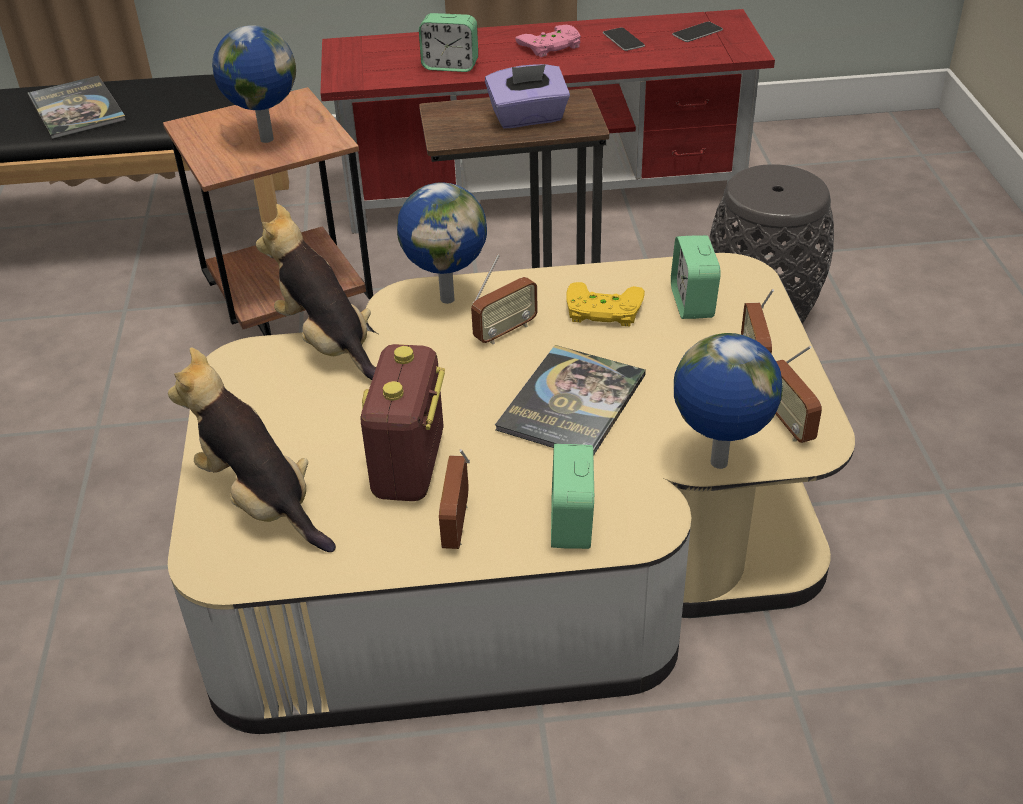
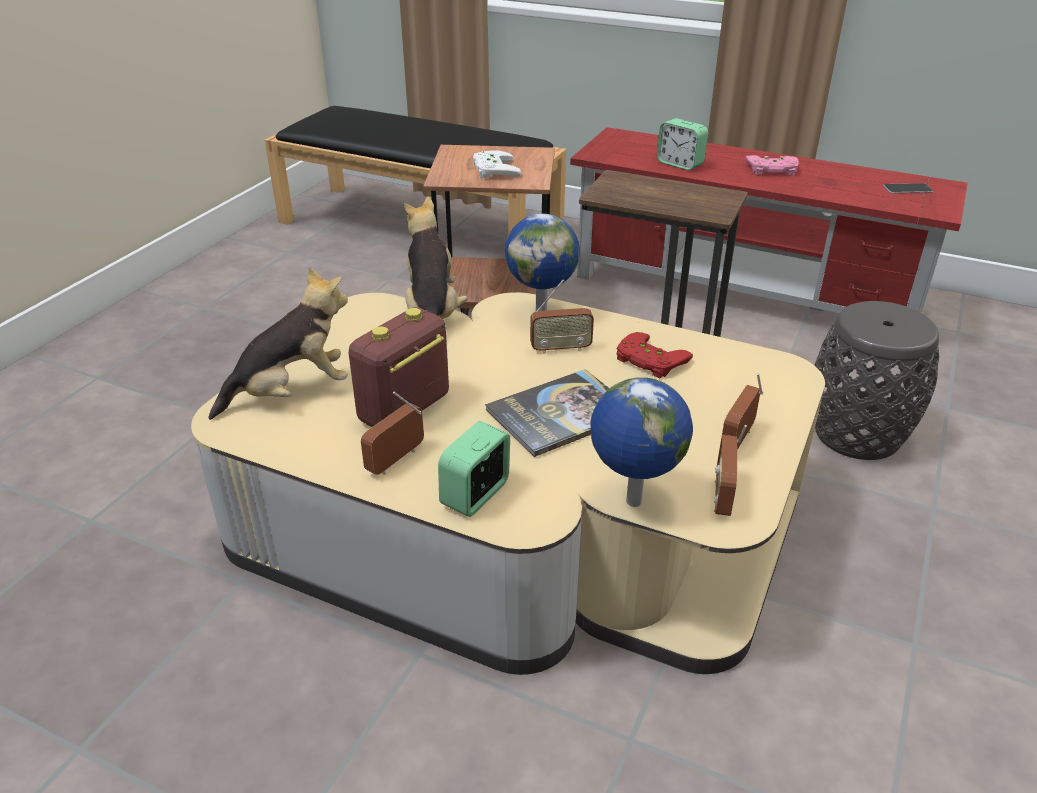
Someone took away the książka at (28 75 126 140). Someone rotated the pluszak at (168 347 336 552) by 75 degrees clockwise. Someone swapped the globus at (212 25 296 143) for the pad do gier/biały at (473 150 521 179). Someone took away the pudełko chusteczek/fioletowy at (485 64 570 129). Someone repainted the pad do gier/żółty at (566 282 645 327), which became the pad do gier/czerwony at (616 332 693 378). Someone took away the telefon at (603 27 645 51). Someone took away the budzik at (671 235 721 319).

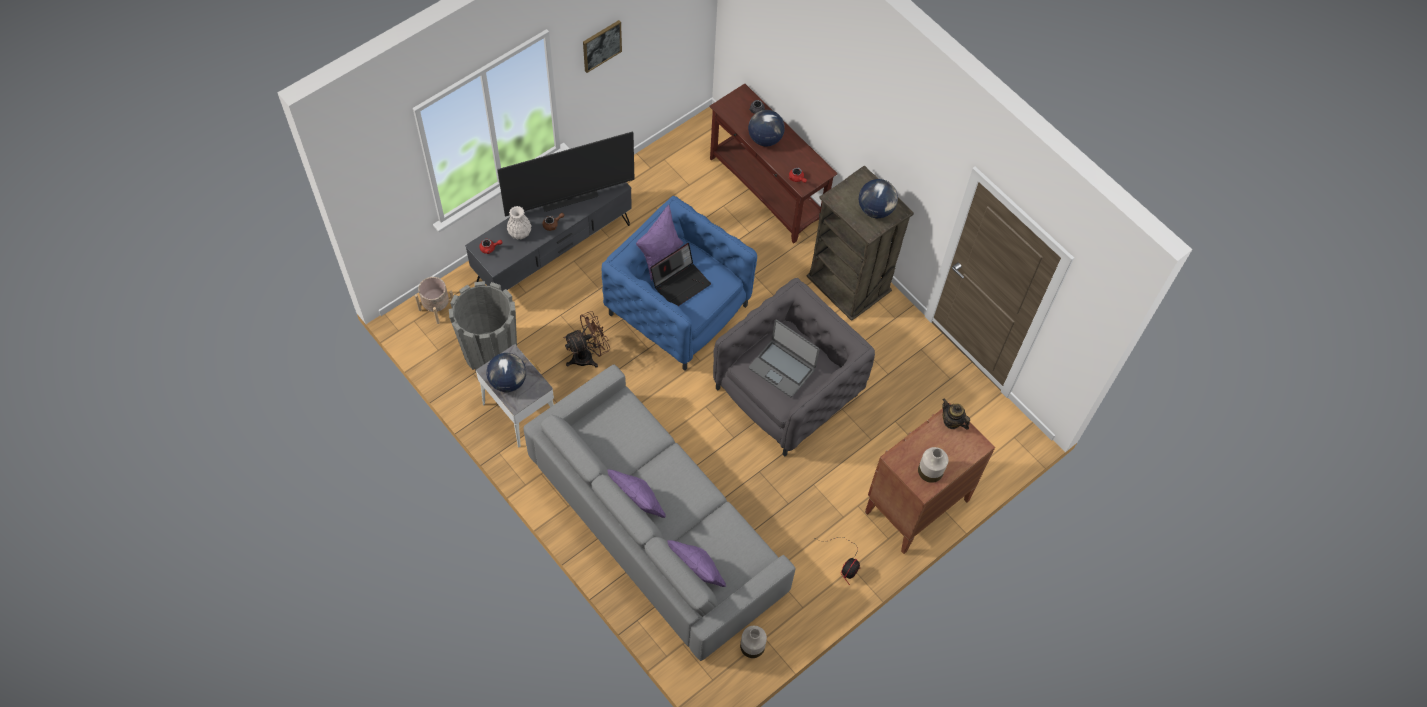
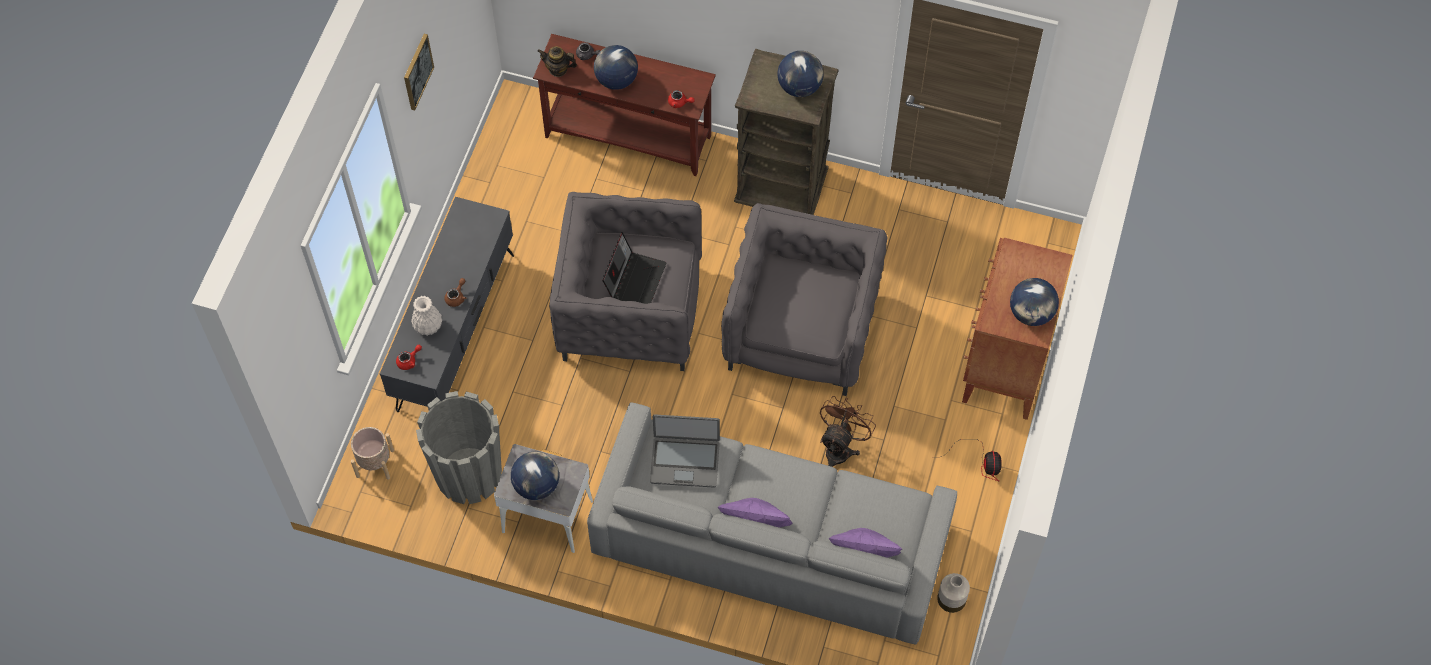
Someone took away the telewizor at (497 132 634 216). Someone carried the wentylator/brązowy from (564 311 610 368) to (820 396 876 467). Someone repainted the fotel/niebieski at (602 196 757 371), which became the fotel/szary at (549 192 702 371). Someone took away the poduszka/fioletowy at (636 205 683 281). Someone carried the laptop from (749 320 820 397) to (650 415 720 488). Someone swapped the wazon/beżowy at (918 447 948 483) for the globus at (1010 278 1059 326). Someone carried the imbryk from (942 398 970 430) to (537 46 577 77).

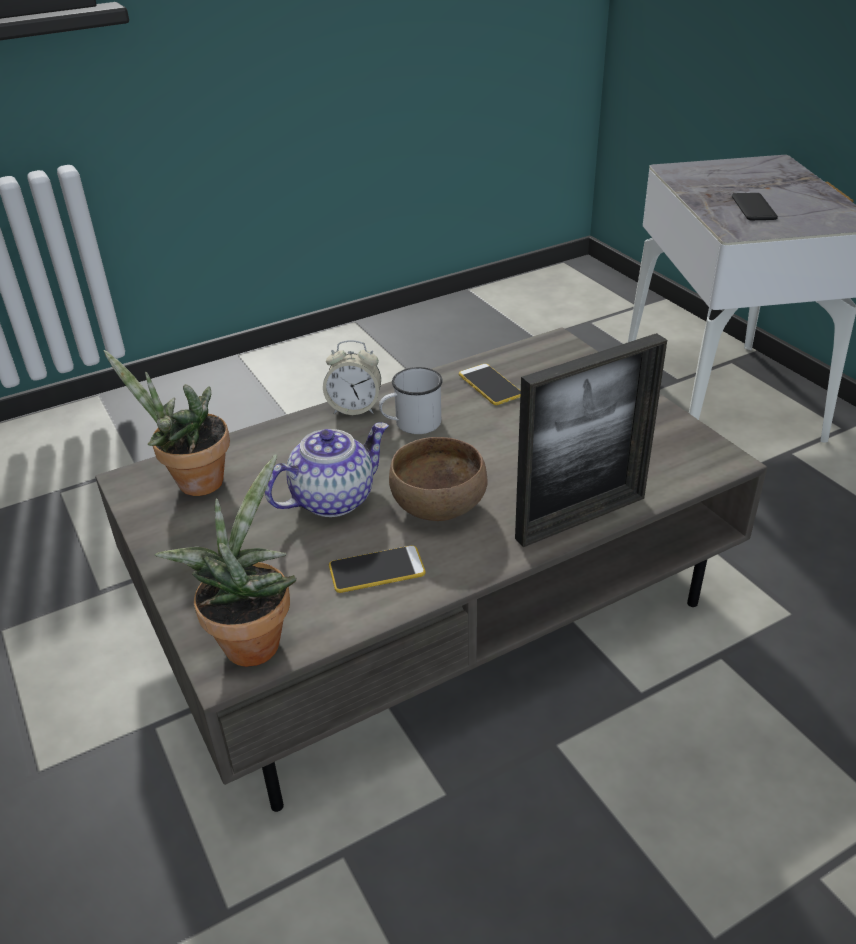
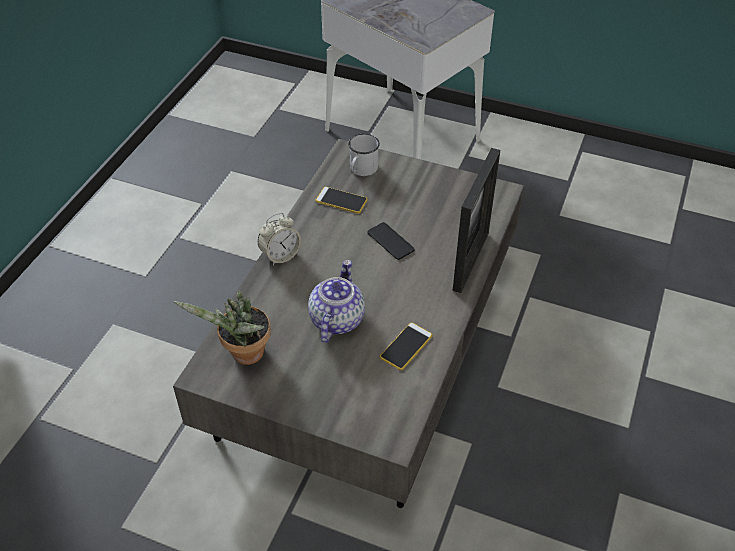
Someone took away the roślina doniczkowa at (154 454 296 667). Someone carried the kubek/biały from (379 367 443 434) to (348 134 380 176). Someone took away the miska/brązowy at (389 437 488 521). Someone carried the telefon from (732 193 778 220) to (367 222 415 260).

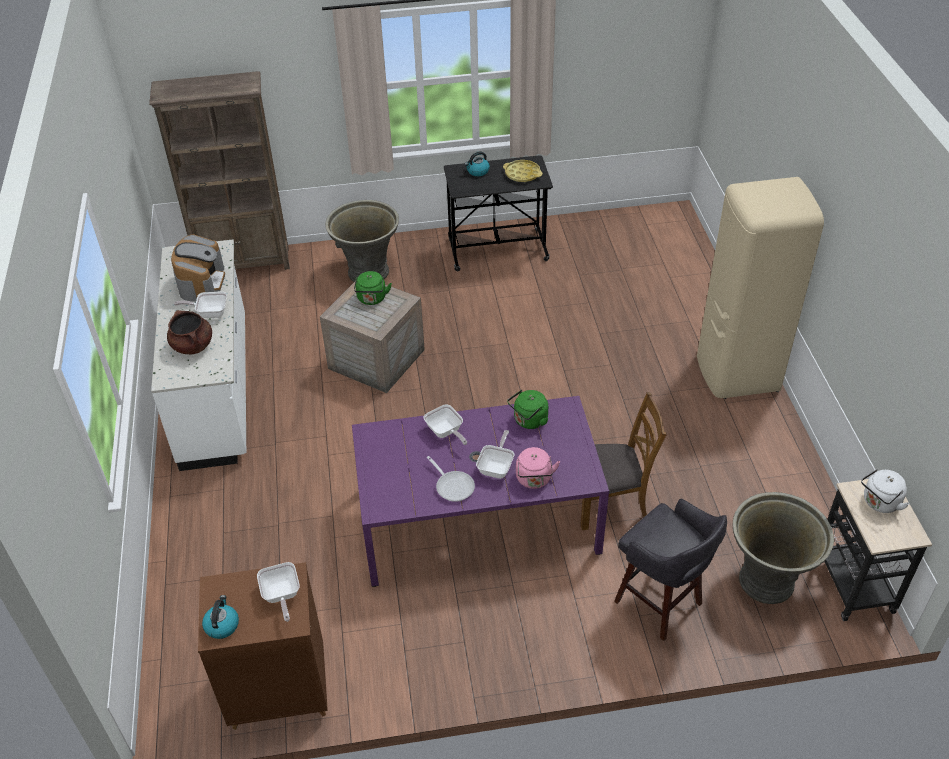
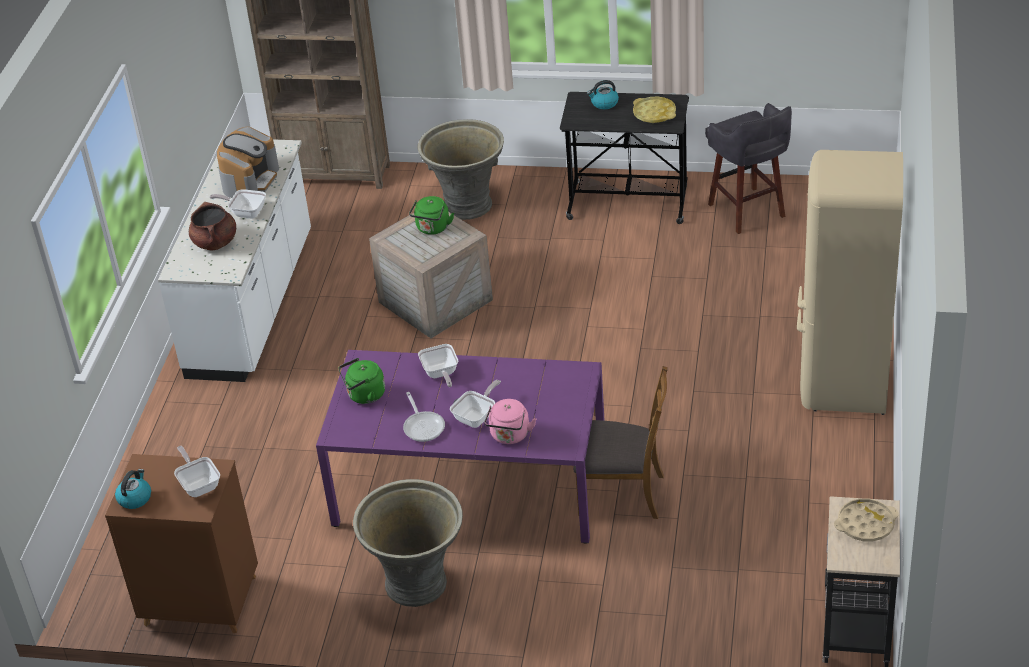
Someone rotated the patelnia at (257 562 300 622) by 150 degrees clockwise. Someone carried the czajnik/zielony from (507 390 548 429) to (338 358 385 404). Someone carried the stołek/szary from (614 499 727 641) to (705 103 792 234). Someone carried the donica/szary from (733 492 834 604) to (353 479 463 607). Someone swapped the czajnik/biały at (861 469 910 513) for the taca/beżowy at (834 499 898 541).

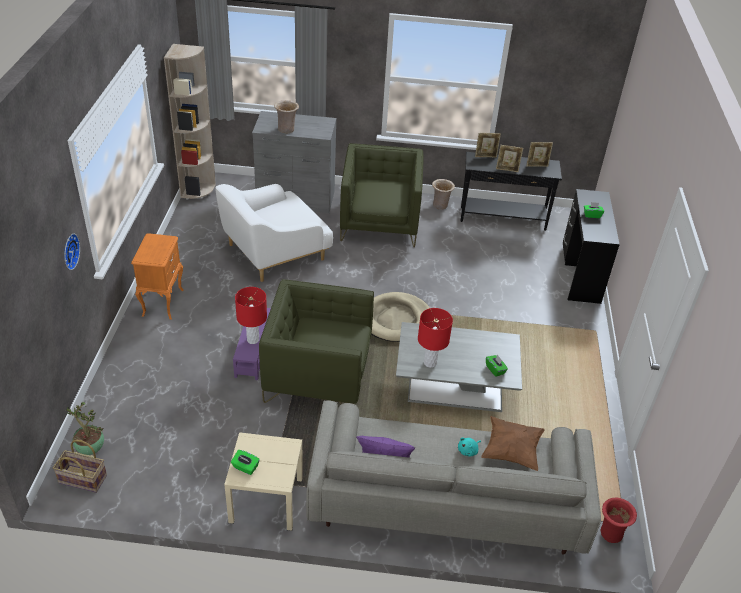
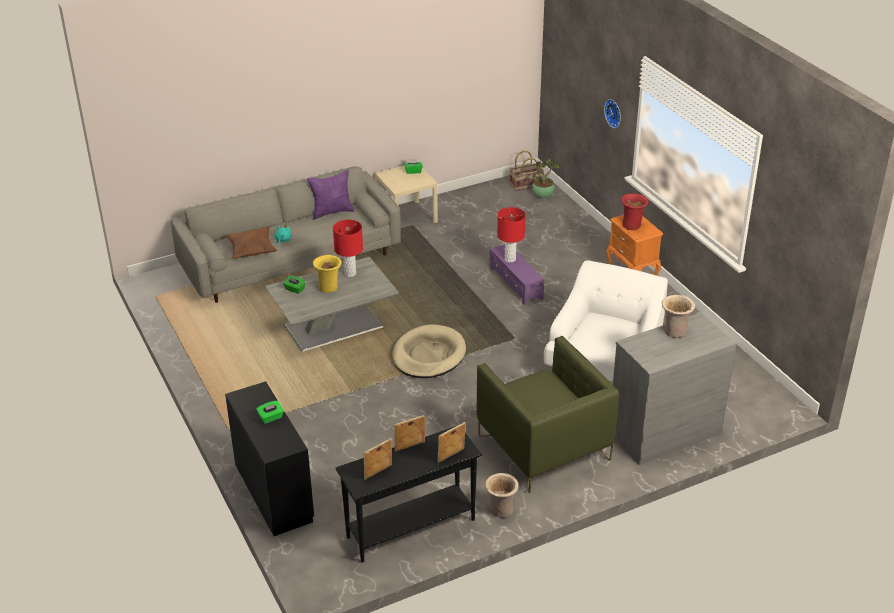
Someone took away the regał/beżowy at (164 44 216 200). Someone took away the fotel/zielony at (259 279 374 404). Someone carried the wazon/czerwony from (601 498 637 543) to (621 193 648 230). Someone put down the wazon/żółty at (313 255 342 293).

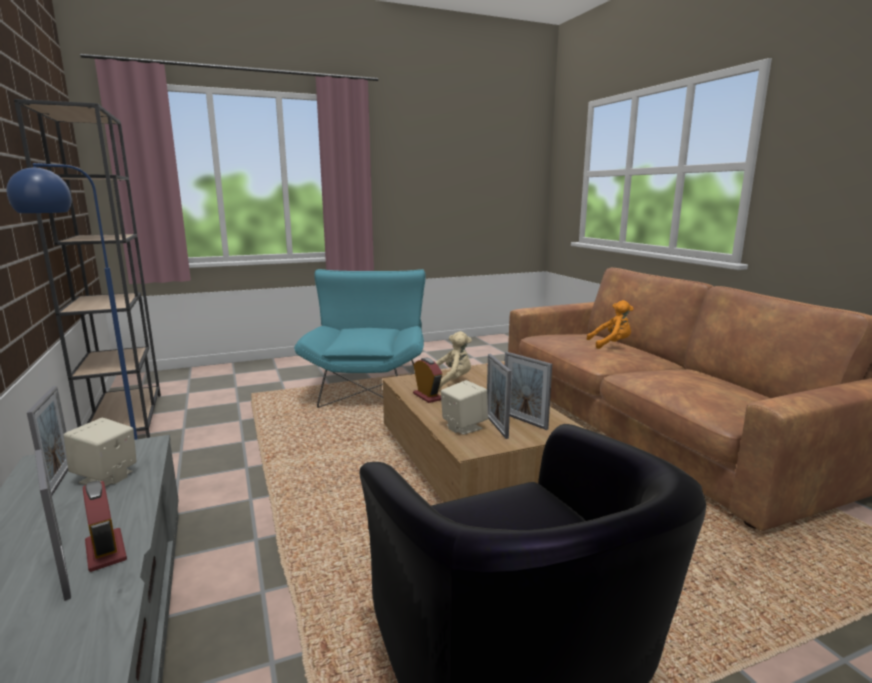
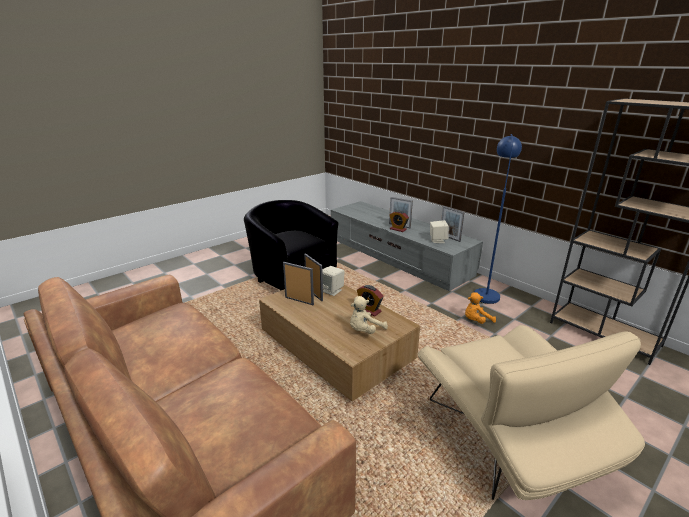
Someone repainted the fotel/turkusowy at (294 269 426 408), which became the fotel/beżowy at (418 325 645 500). Someone carried the pluszak/pomarańczowy from (587 300 634 349) to (465 292 496 324).

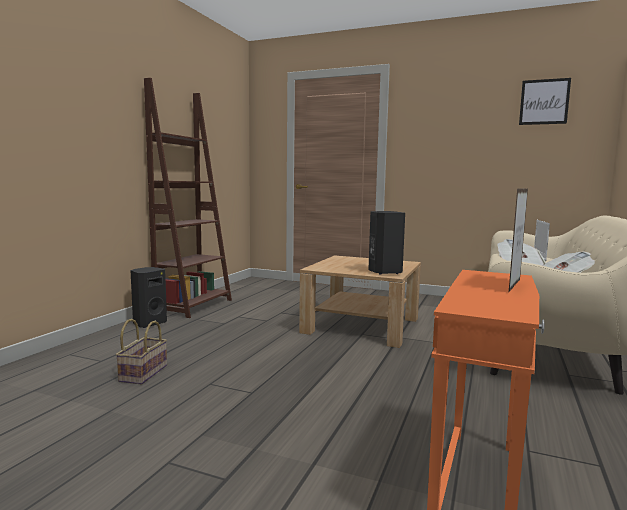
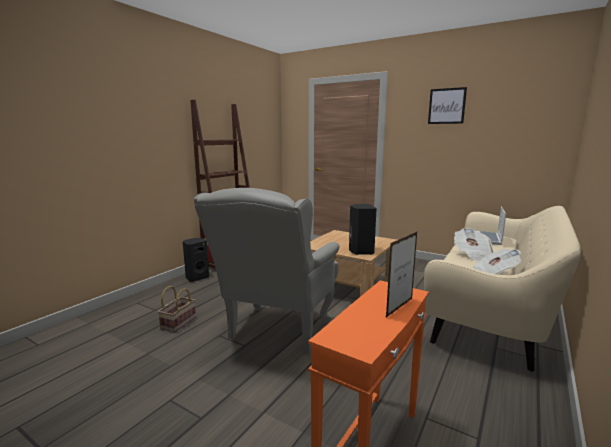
Someone carried the obraz from (519 78 571 125) to (428 87 467 124). Someone put down the fotel/szary at (194 188 339 354).

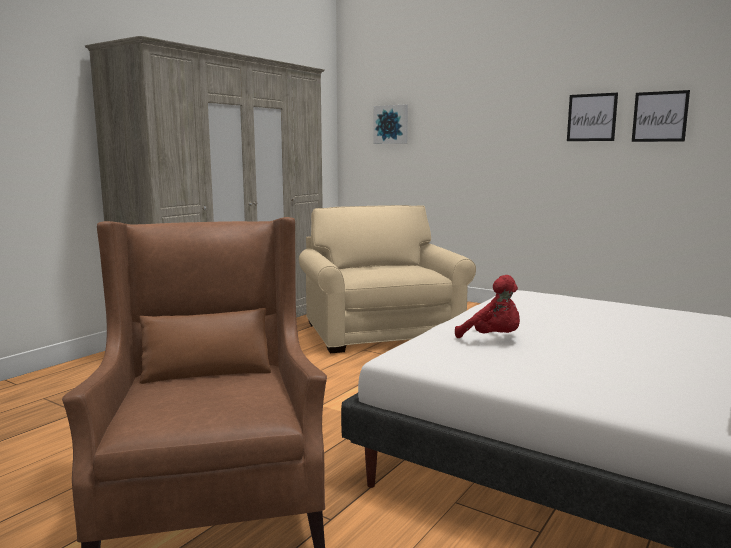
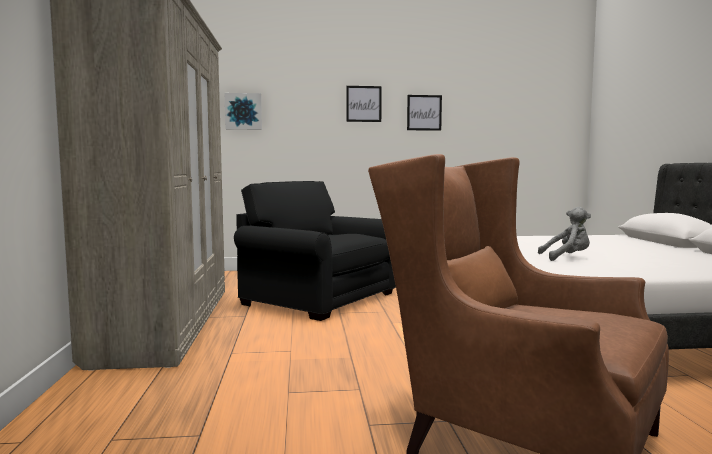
Someone repainted the fotel/beżowy at (299 205 476 353), which became the fotel/czarny at (234 181 396 321). Someone repainted the pluszak/czerwony at (455 275 520 338), which became the pluszak/szary at (538 207 591 261). Someone carried the obraz from (632 90 690 142) to (346 86 382 122).

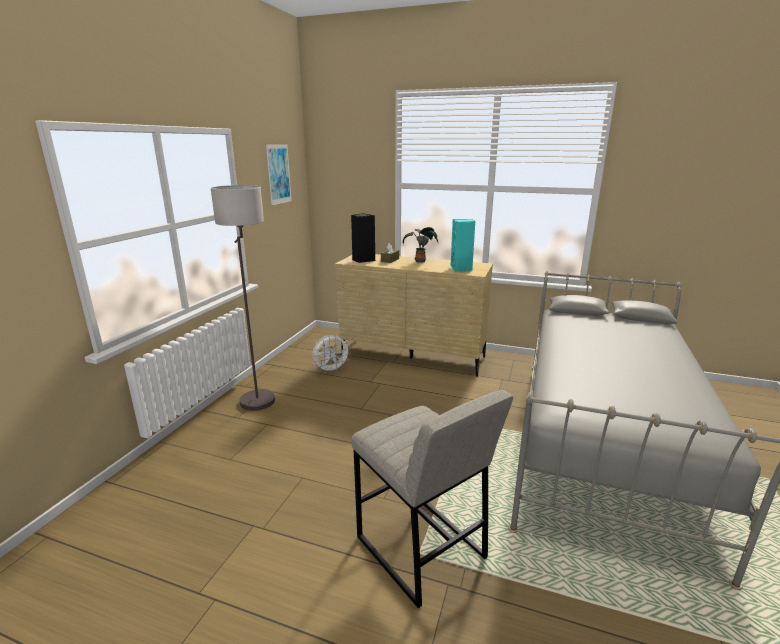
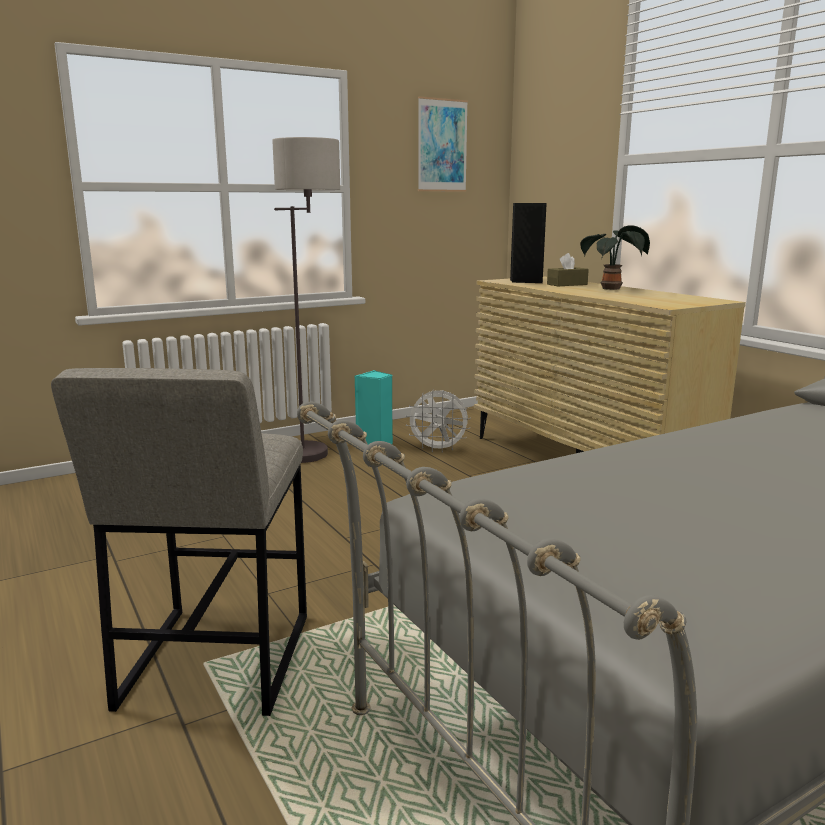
Someone carried the głośnik/turkusowy from (450 219 475 272) to (355 370 393 444).

